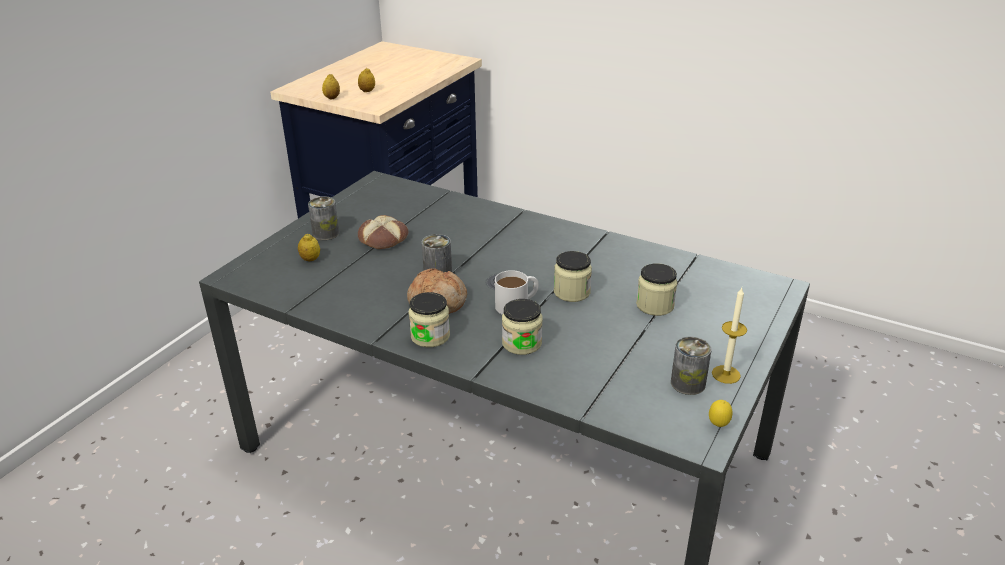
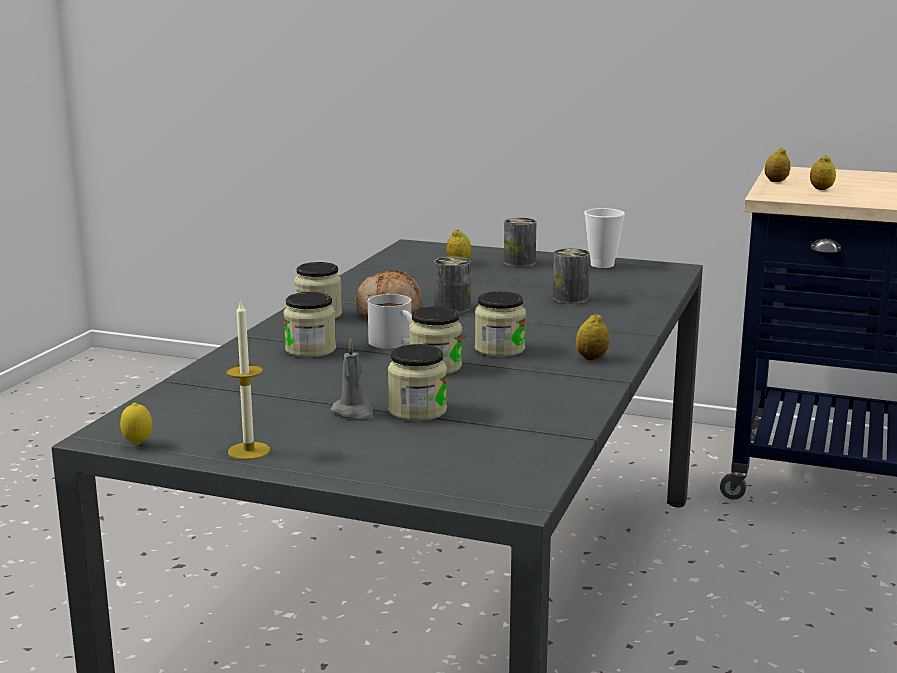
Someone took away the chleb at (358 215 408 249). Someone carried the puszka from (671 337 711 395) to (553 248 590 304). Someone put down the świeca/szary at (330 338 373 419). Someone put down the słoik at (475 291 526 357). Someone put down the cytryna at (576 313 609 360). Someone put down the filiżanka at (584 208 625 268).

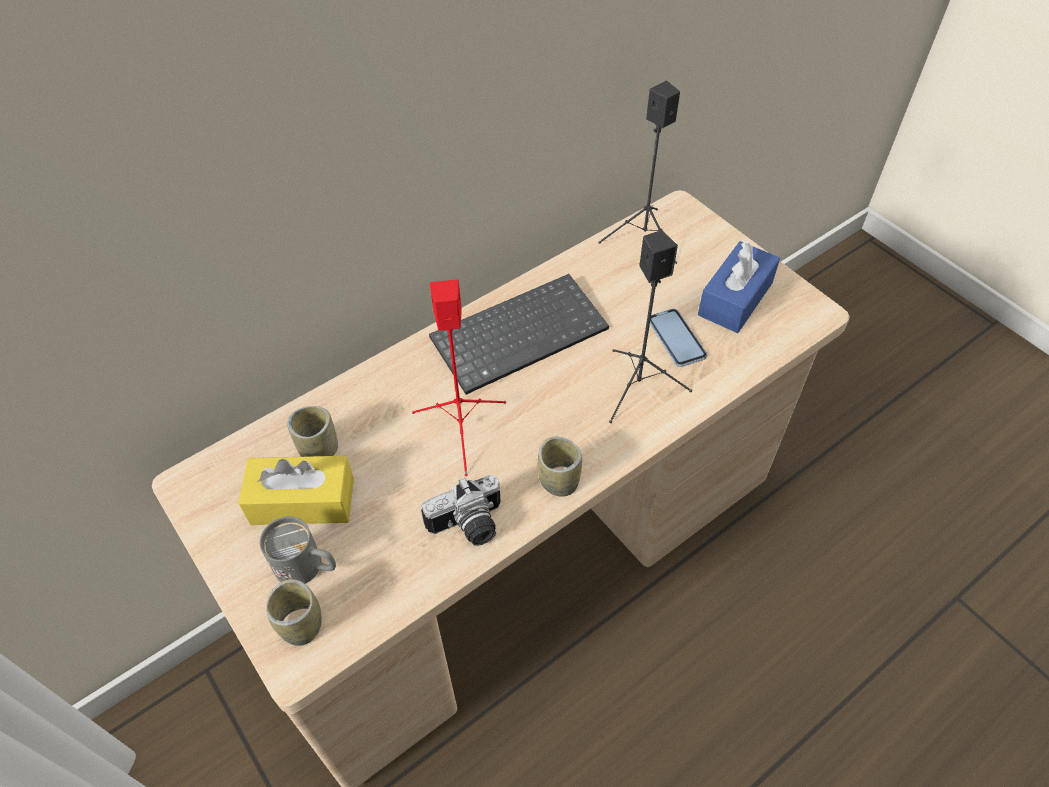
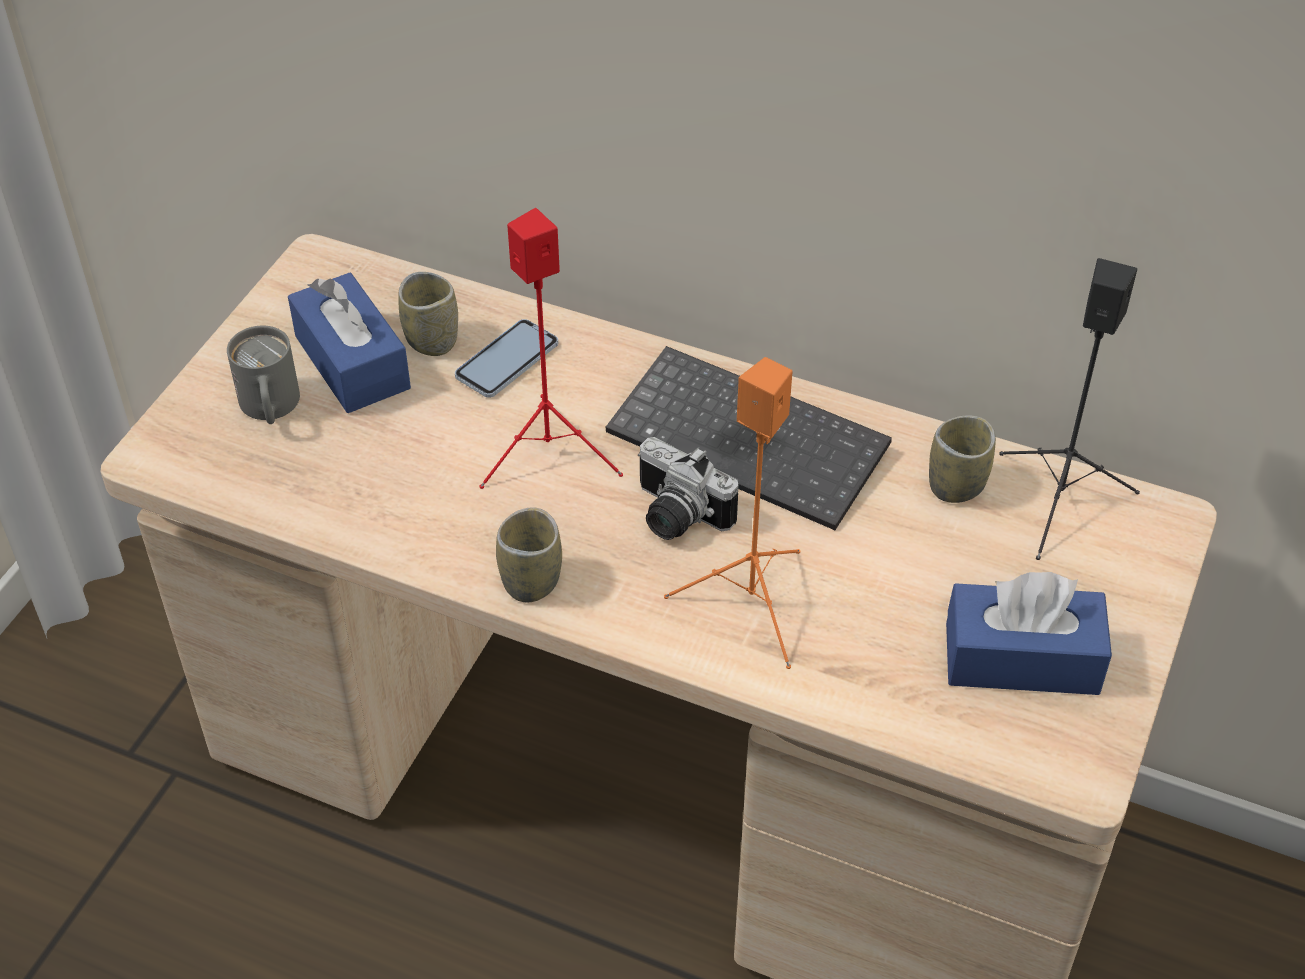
Someone repainted the pudełko chusteczek/żółty at (238 456 354 525), which became the pudełko chusteczek/niebieski at (288 273 411 413). Someone carried the filiżanka from (266 579 322 646) to (929 415 996 503). Someone carried the aparat fotograficzny from (421 474 501 546) to (638 437 738 540). Someone repainted the głośnik/czarny at (609 230 692 423), which became the głośnik/pomarańczowy at (664 357 800 669). Someone carried the telefon from (650 309 707 367) to (455 319 558 398).

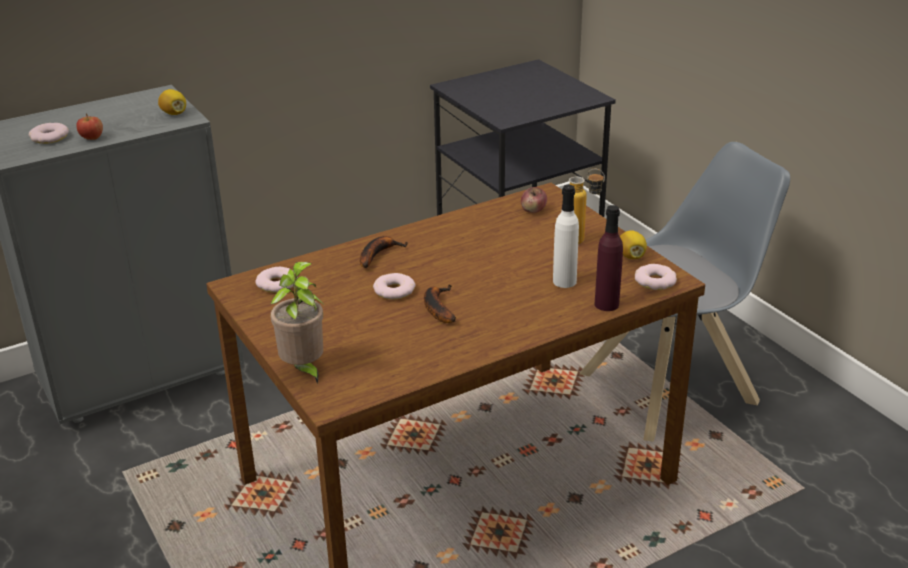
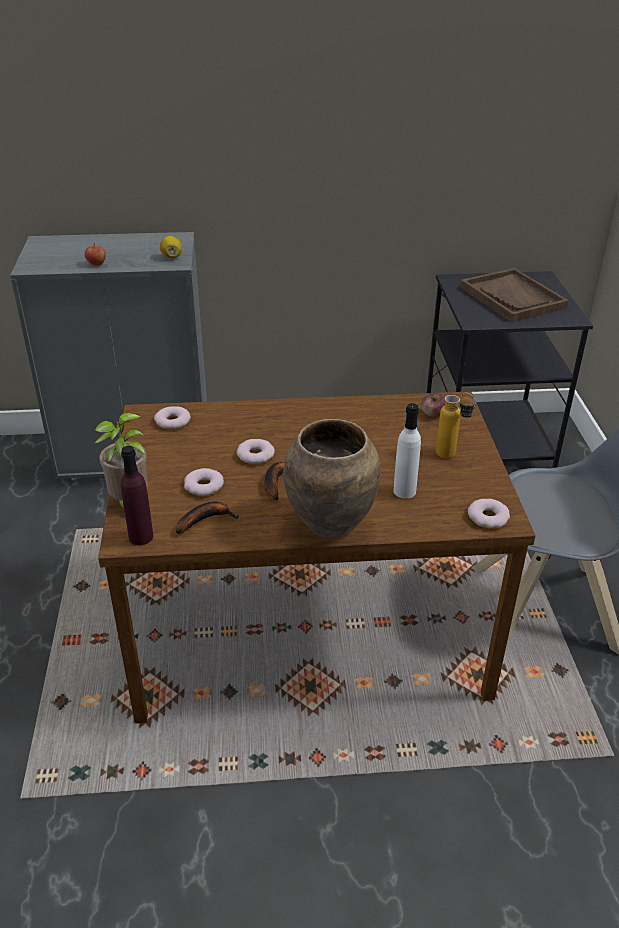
Someone carried the donut from (29 123 69 144) to (184 468 224 496). Someone carried the banan from (360 236 408 268) to (176 502 239 534). Someone carried the butelka/fioletowy from (595 205 623 311) to (121 446 153 545). Someone took away the cytryna at (620 230 647 259). Someone put down the wazon/brązowy at (283 419 381 539). Someone put down the taca/brązowy at (460 268 569 322).

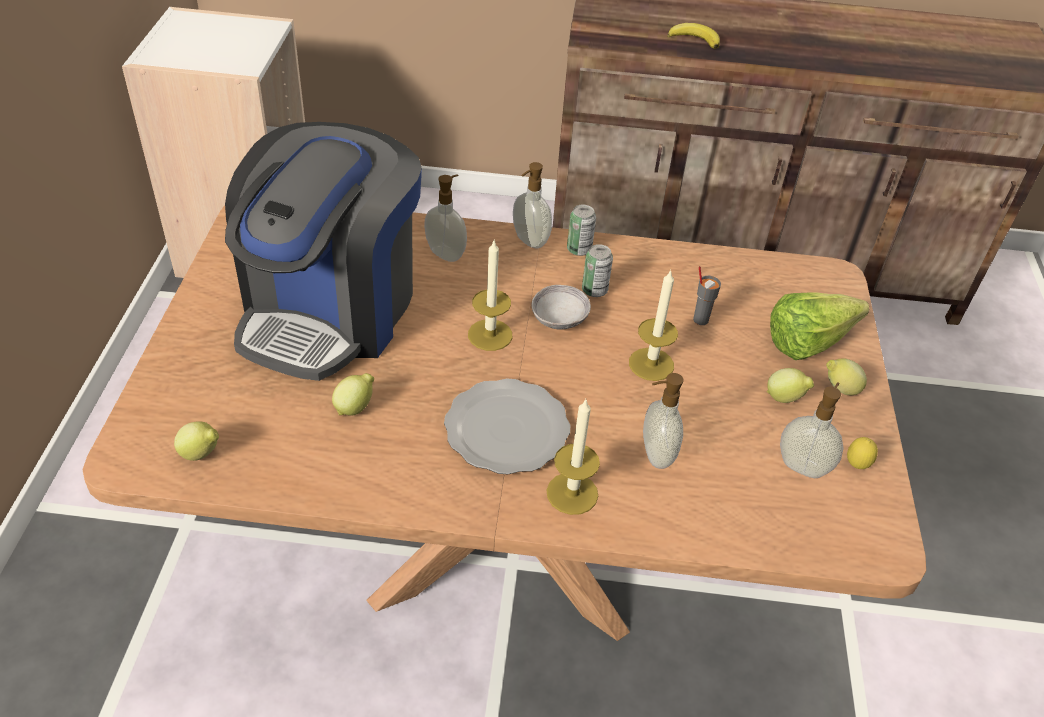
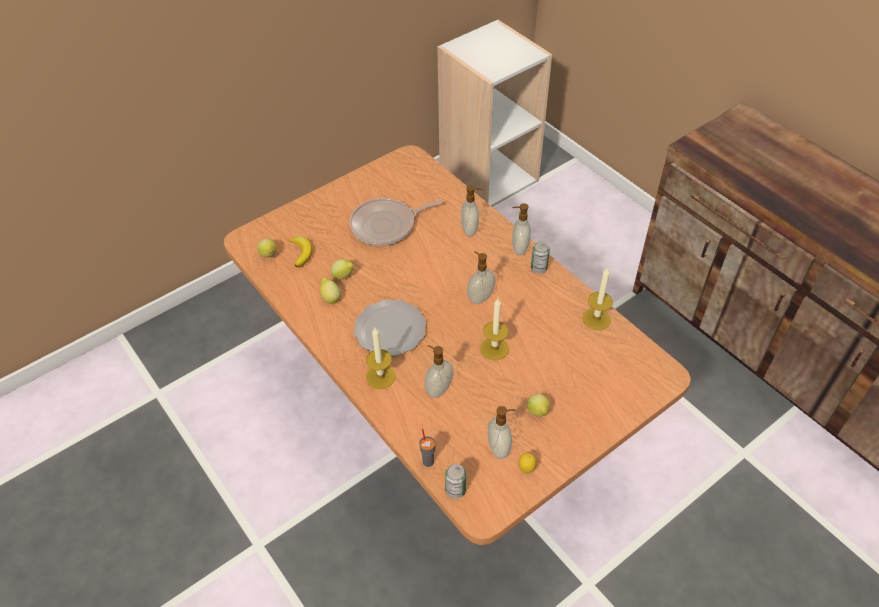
Someone swapped the ekspres do kawy at (225 122 422 381) for the patelnia at (350 198 442 246). Someone carried the świeca from (468 239 512 351) to (582 267 613 330). Someone swapped the miska/szary at (531 285 591 330) for the dozownik mydła at (467 252 496 304). Someone carried the puszka from (582 244 613 297) to (445 464 466 499). Someone carried the banan from (667 23 720 49) to (289 236 312 268). Someone carried the filiżanka/szary from (693 266 721 325) to (419 429 435 467). Someone took away the sałata at (770 292 869 360). Someone carried the cytryna from (826 358 867 395) to (320 277 341 304).

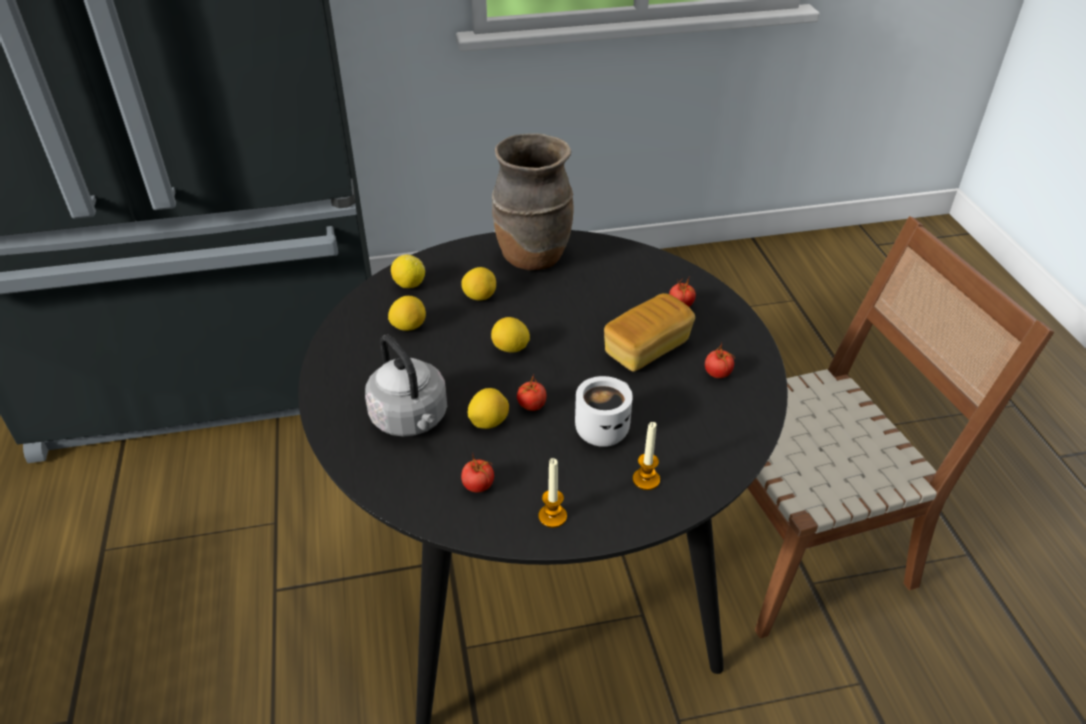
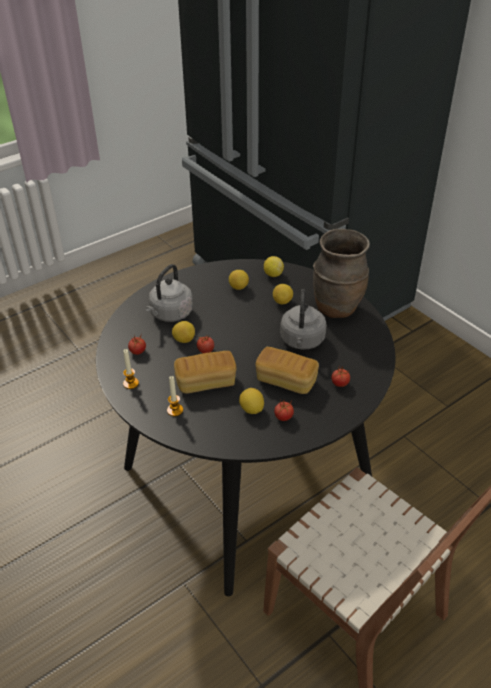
Someone carried the cytryna from (491 317 530 353) to (239 388 264 414). Someone swapped the kubek/biały at (575 376 633 447) for the chleb at (174 351 236 394). Someone put down the czajnik/szary at (280 289 327 350).

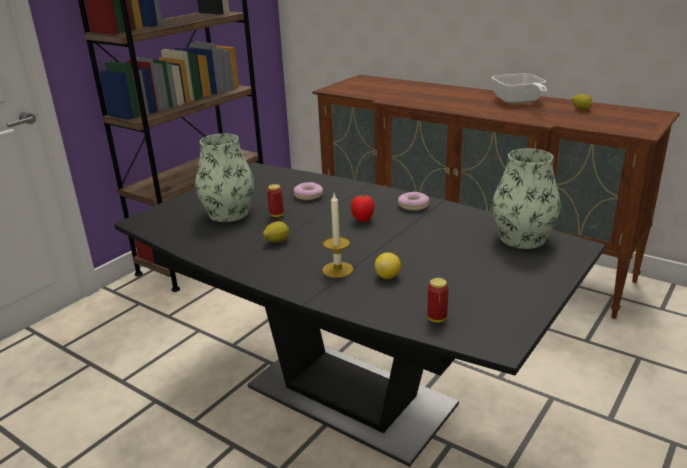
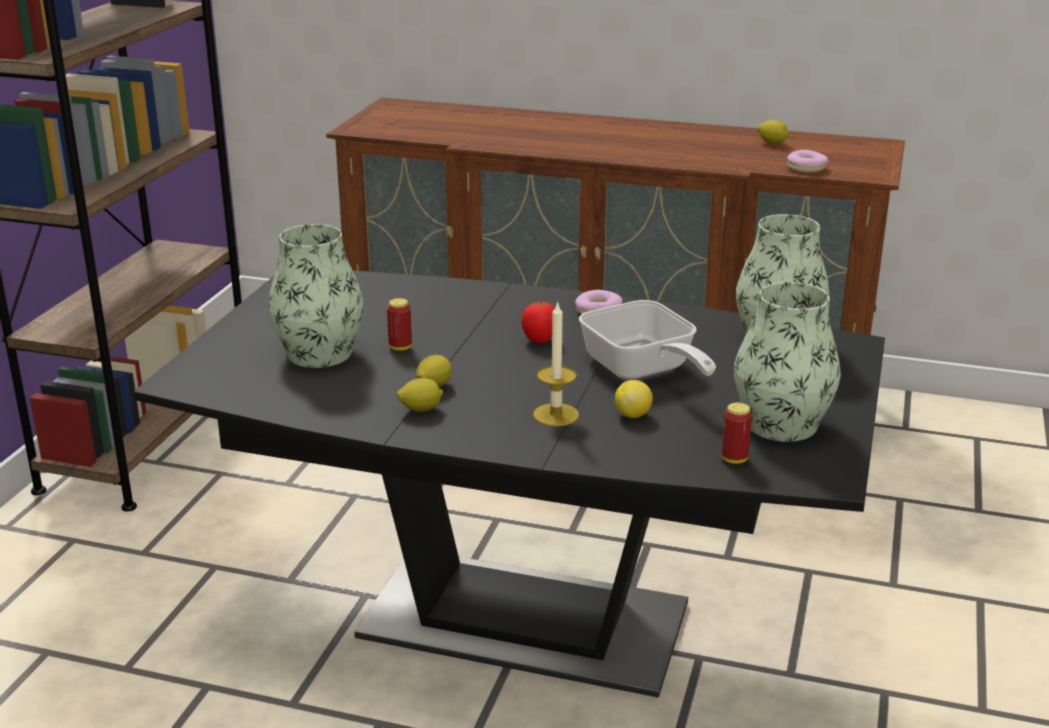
Someone carried the donut from (294 182 323 200) to (787 150 829 173). Someone carried the patelnia from (492 73 547 104) to (579 300 716 380). Someone put down the cytryna at (397 378 443 412). Someone put down the wazon at (734 282 841 442).

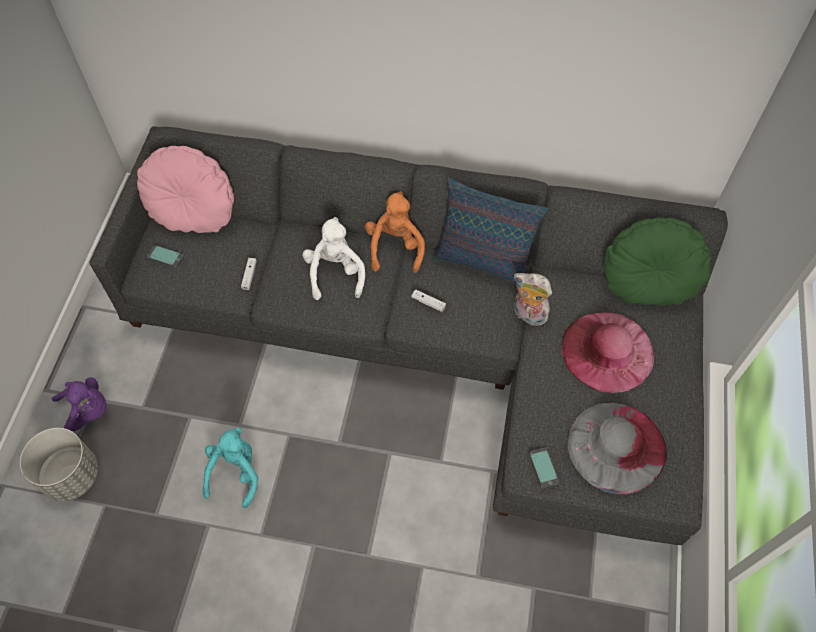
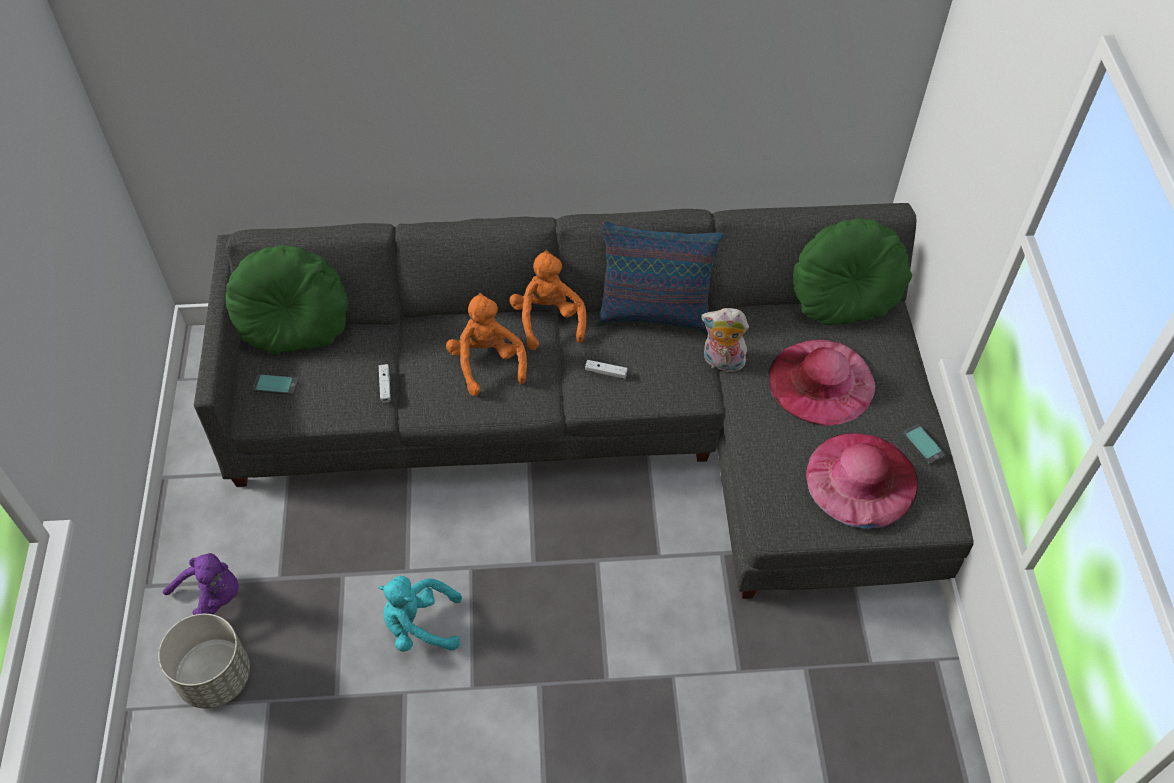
Someone repainted the poduszka/różowy at (137 146 234 233), which became the poduszka/zielony at (225 245 348 354). Someone rotated the pluszak/turkusowy at (203 427 258 508) by 90 degrees counterclockwise. Someone repainted the pluszak/biały at (302 217 365 300), which became the pluszak/pomarańczowy at (446 293 527 396). Someone carried the telefon from (529 448 559 489) to (903 424 946 465). Someone repainted the kapelusz/szary at (568 402 667 495), which became the kapelusz/różowy at (806 433 918 529).

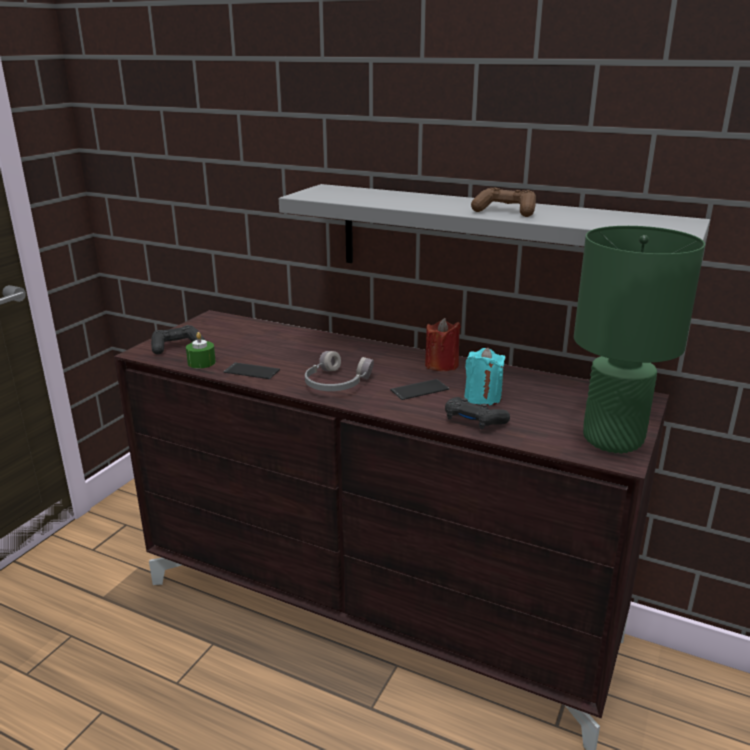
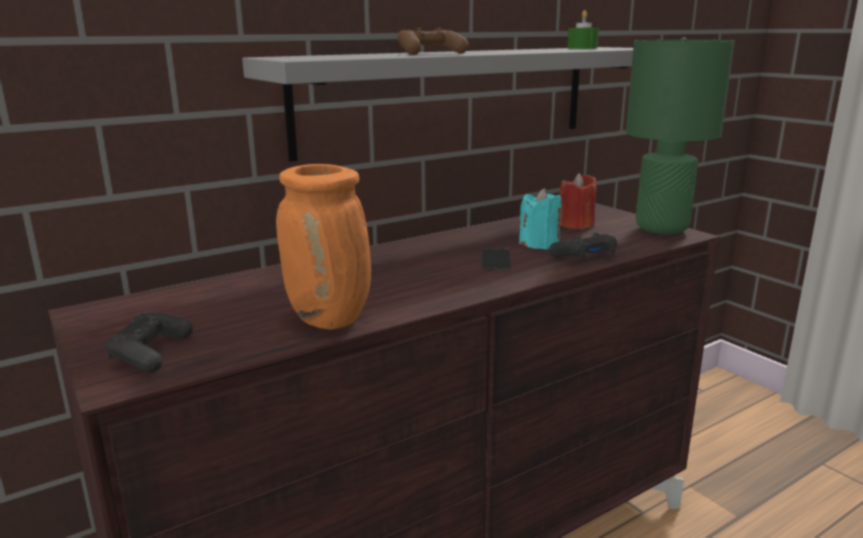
Someone carried the świeca/zielony from (186 332 216 368) to (567 10 599 49). Someone swapped the telefon at (223 362 280 379) for the wazon/pomarańczowy at (276 164 371 330). Someone took away the słuchawki/szary at (305 351 374 391). Someone carried the świeca/czerwony from (425 318 461 371) to (559 173 596 229). Someone carried the pad do gier/brązowy from (471 187 536 217) to (398 28 469 55).

